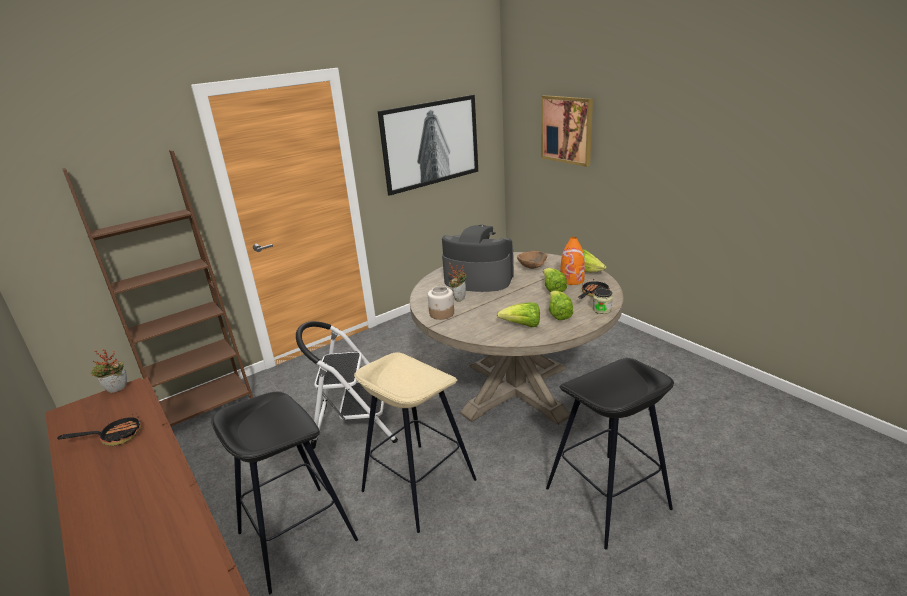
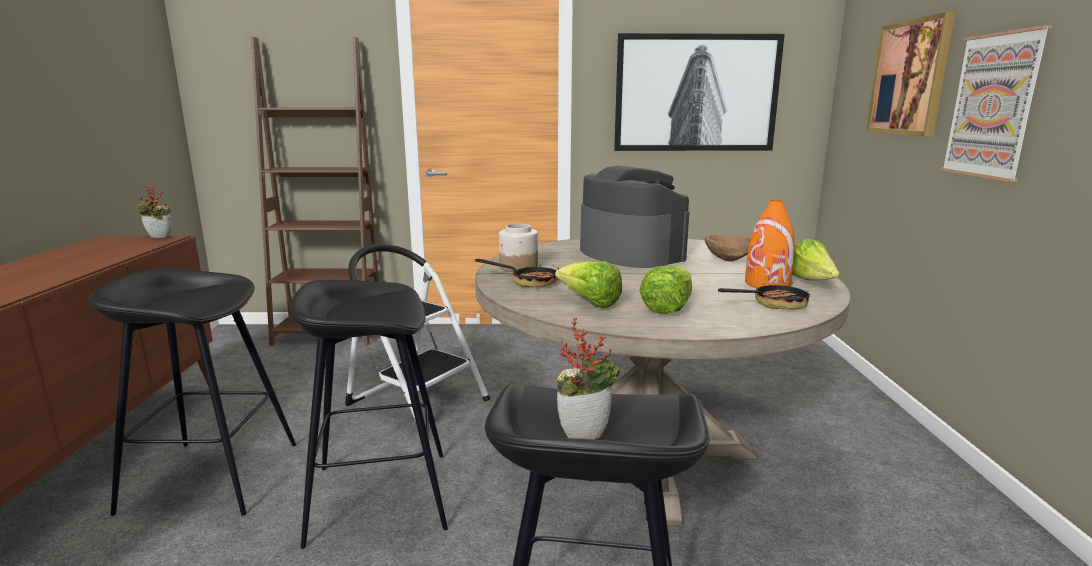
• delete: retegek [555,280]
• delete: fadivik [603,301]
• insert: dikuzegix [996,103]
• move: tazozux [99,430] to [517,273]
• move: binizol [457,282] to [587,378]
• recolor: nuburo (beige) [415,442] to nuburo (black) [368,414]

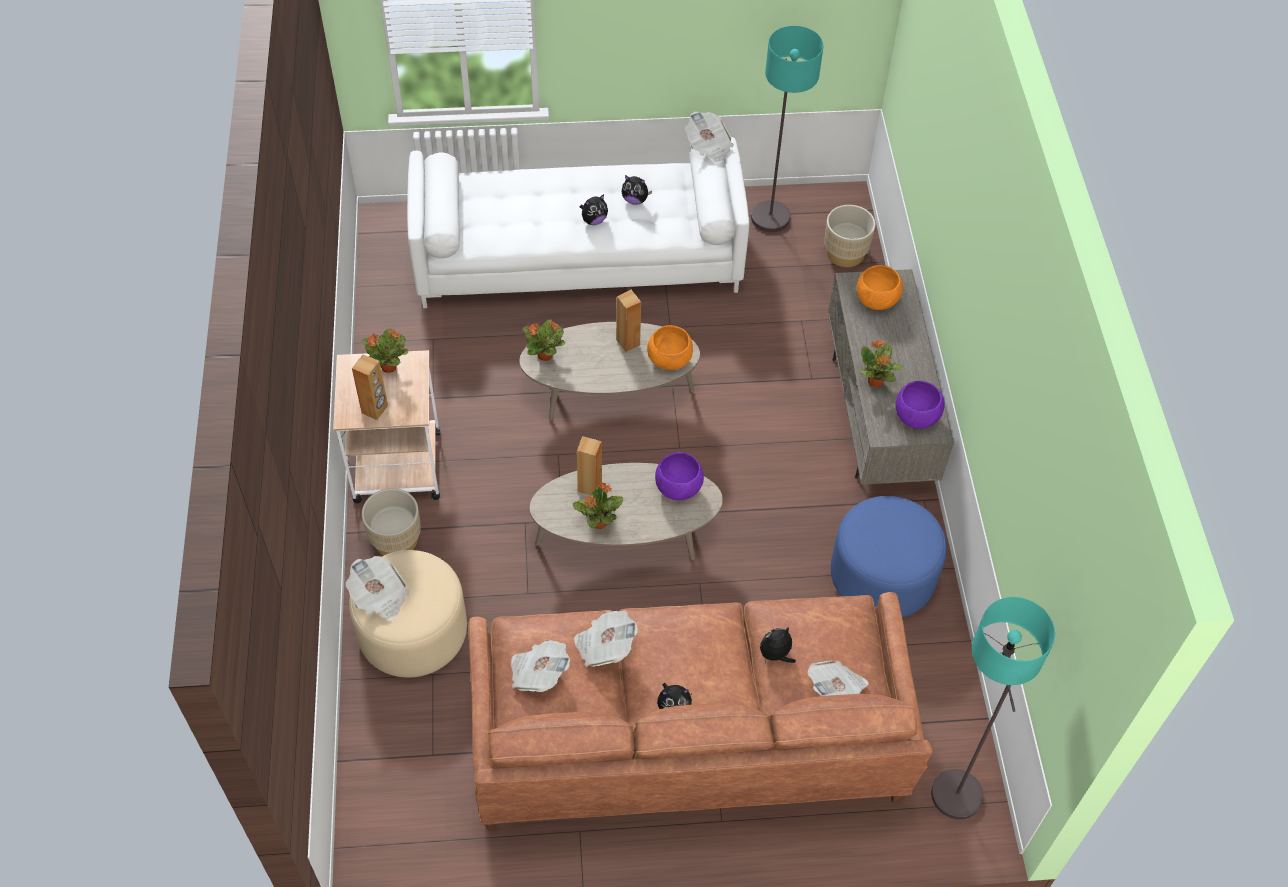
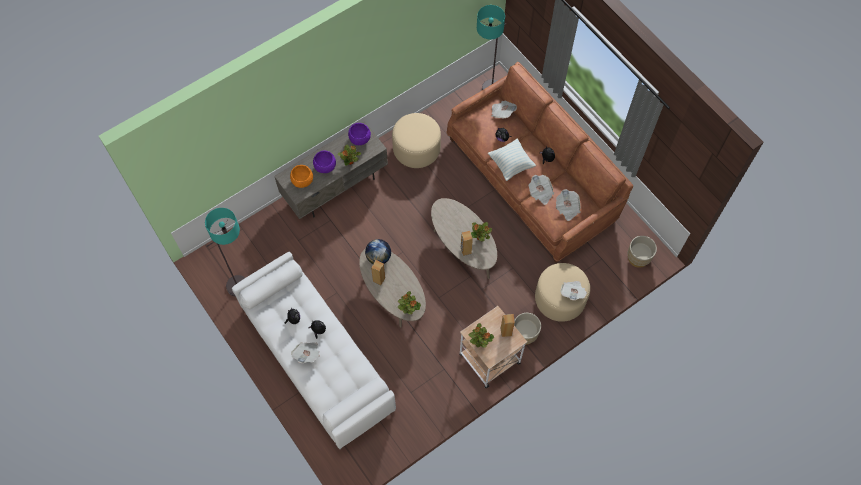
• insert: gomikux [512,159]
• move: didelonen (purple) [679,476] to [324,162]
• move: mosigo [709,137] to [305,352]
• move: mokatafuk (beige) [850,236] to [642,252]
• replace: didelonen (orange) [670,347] to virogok [378,251]
• recolor: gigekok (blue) [888,556] to gigekok (beige) [416,140]

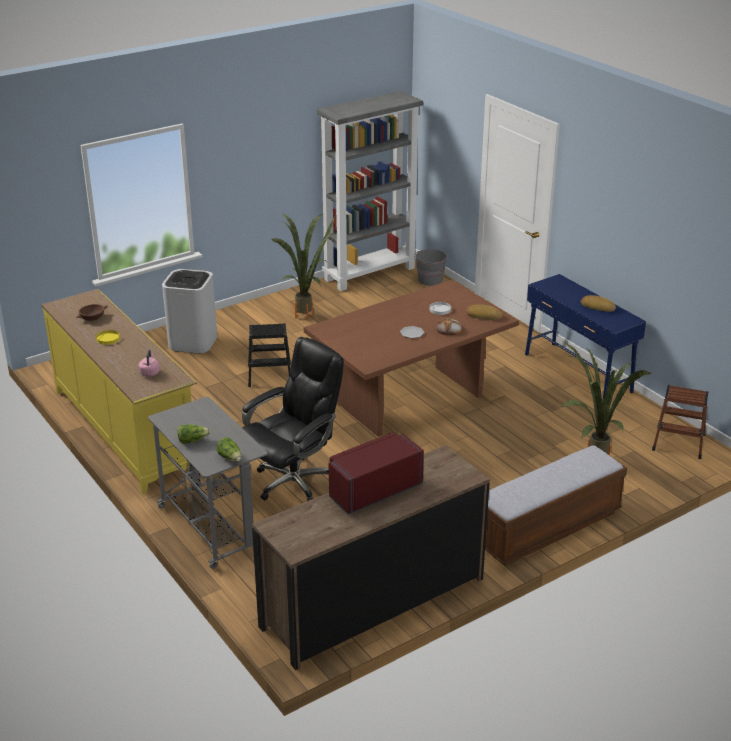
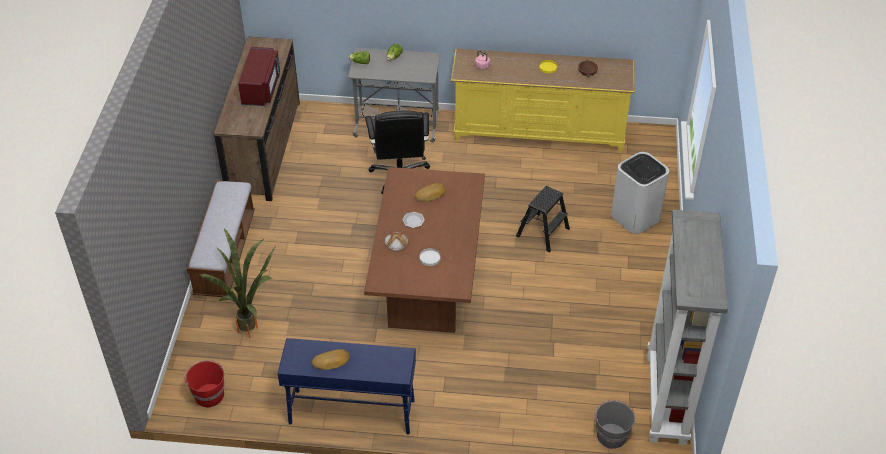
• delete: binizol [303,267]
• move: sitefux [484,312] to [430,192]
• replace: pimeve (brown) [680,422] to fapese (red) [204,384]

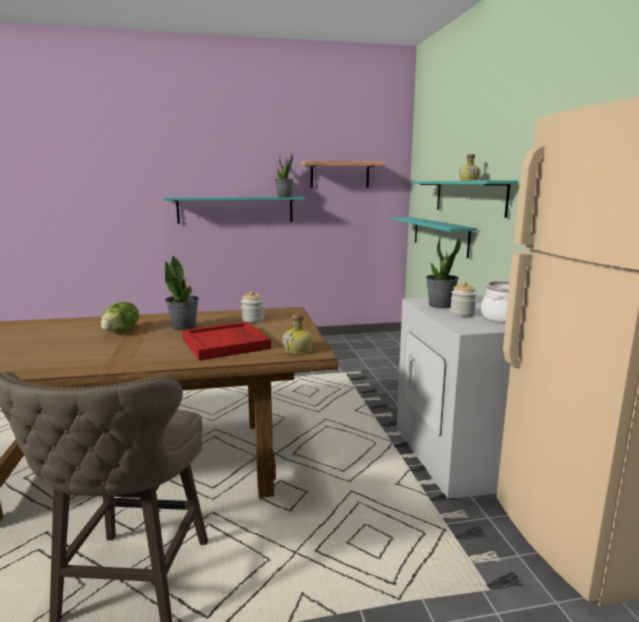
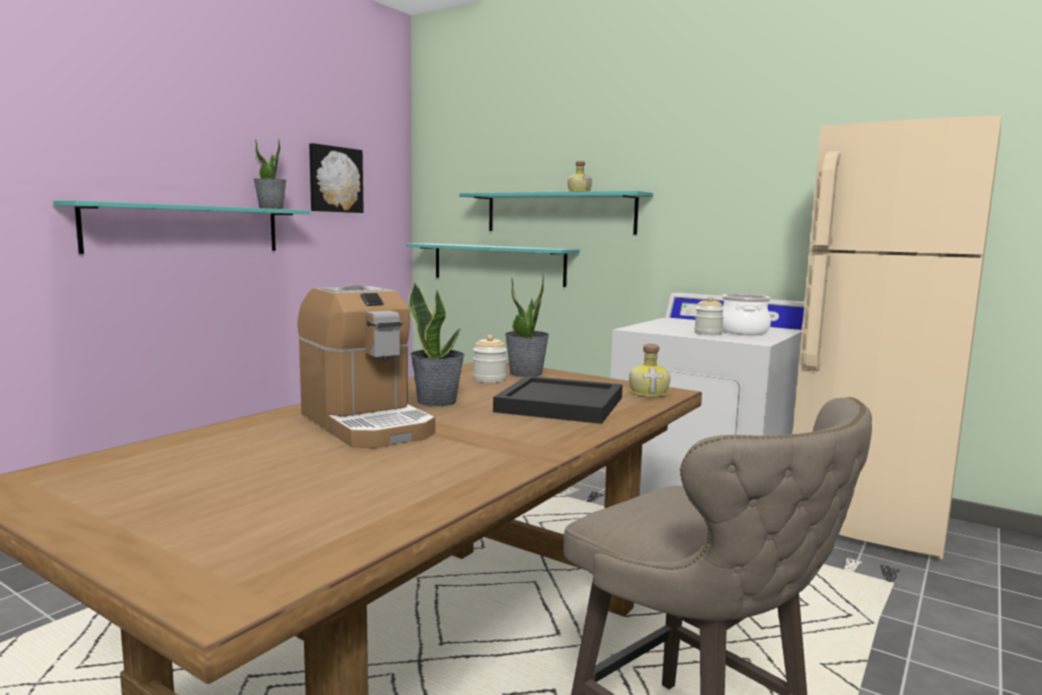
• move: binizol [443,271] to [527,325]
• replace: retegek [120,317] to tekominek [366,366]
• replace: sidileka [343,174] to dikuzegix [336,178]
• recolor: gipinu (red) [226,341] to gipinu (black) [558,400]

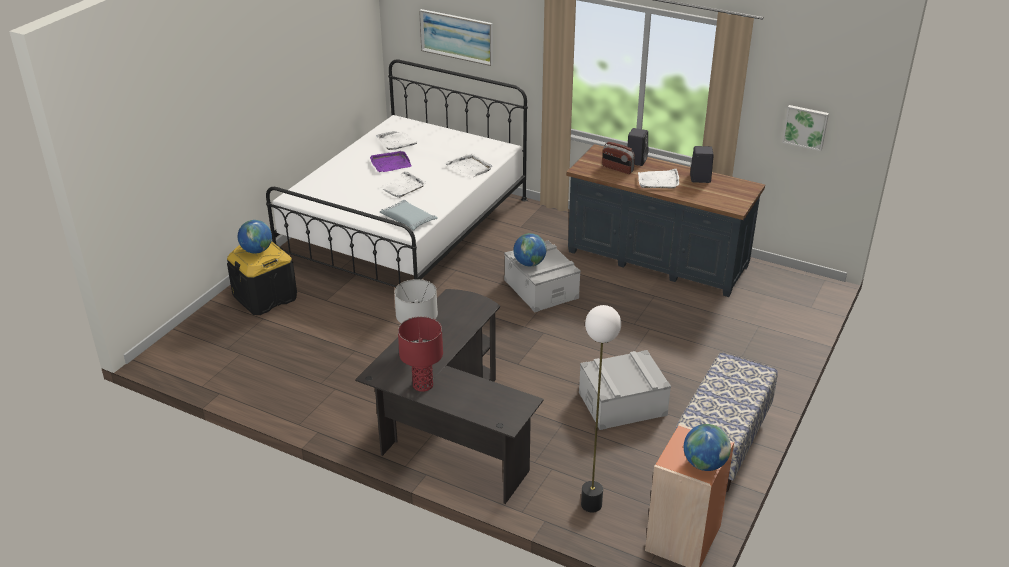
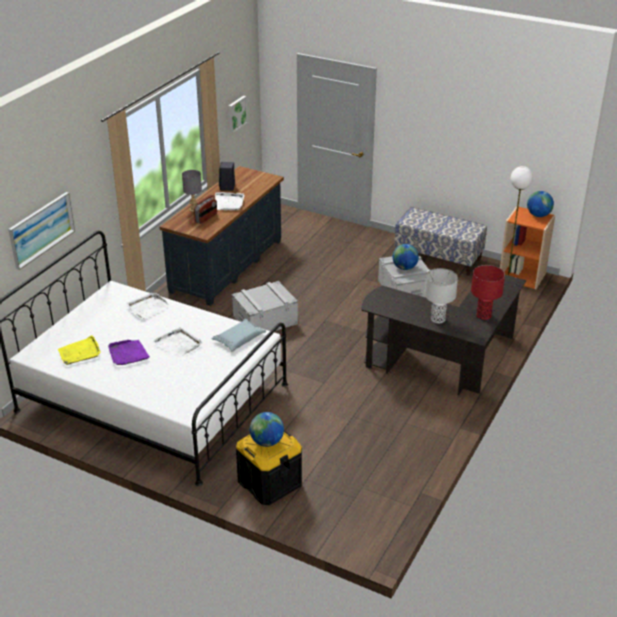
• move: virogok [530,249] to [406,257]
• replace: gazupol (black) [638,147] to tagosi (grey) [192,191]
• recolor: gipinu (white) [397,140] to gipinu (yellow) [79,350]

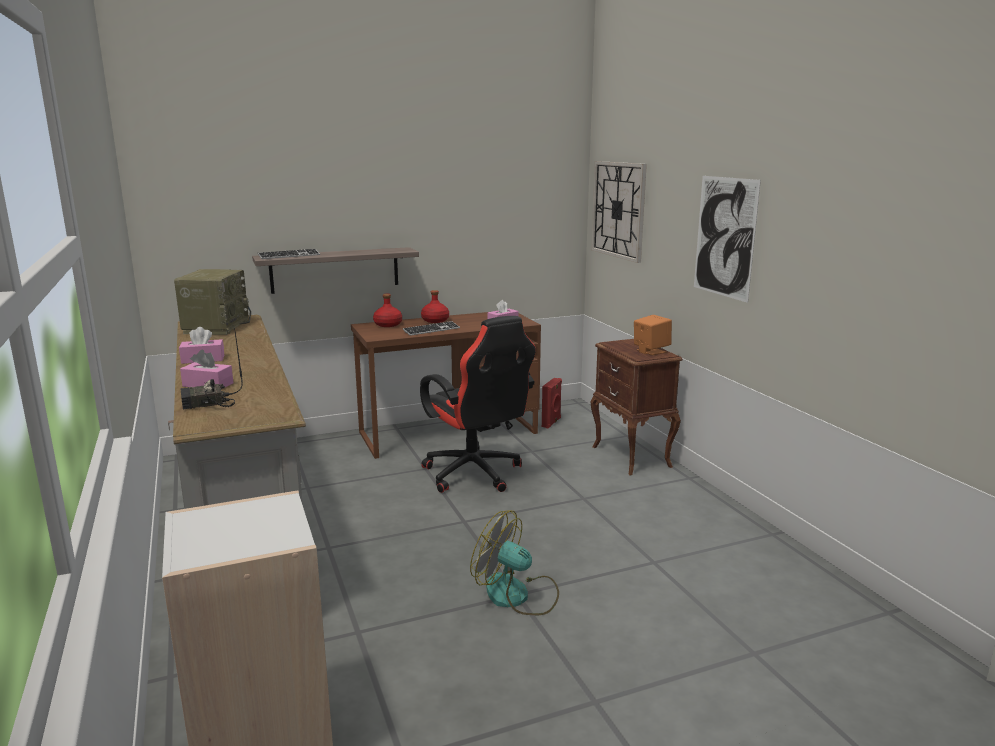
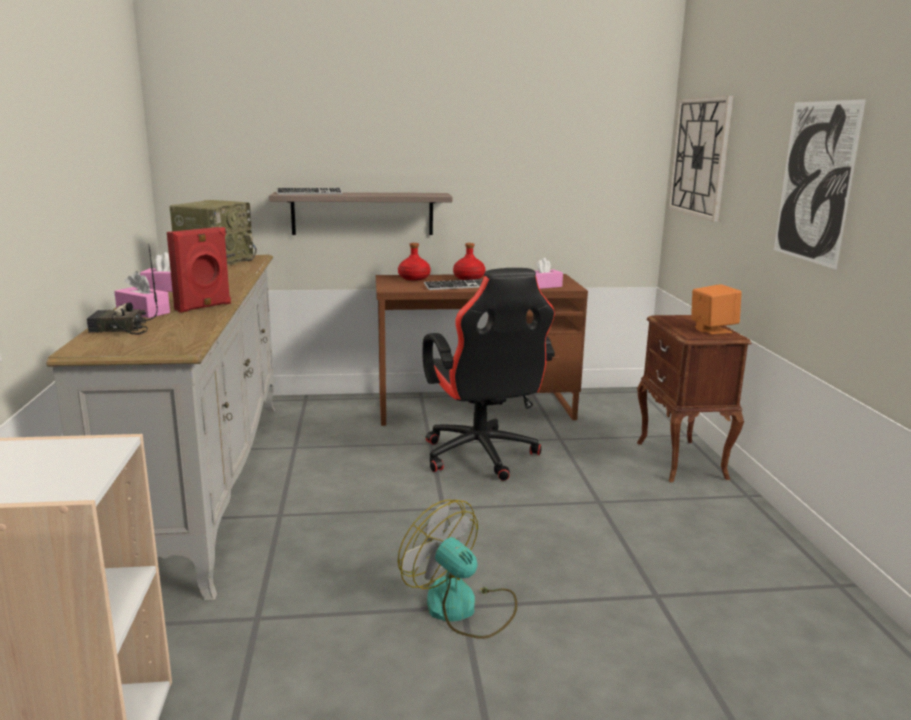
• move: gazupol (red) [552,403] to [199,270]

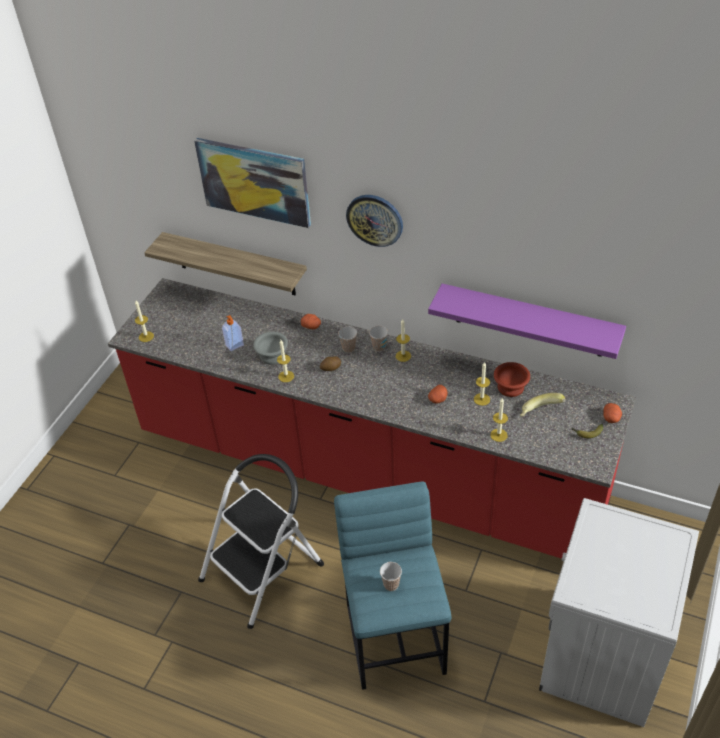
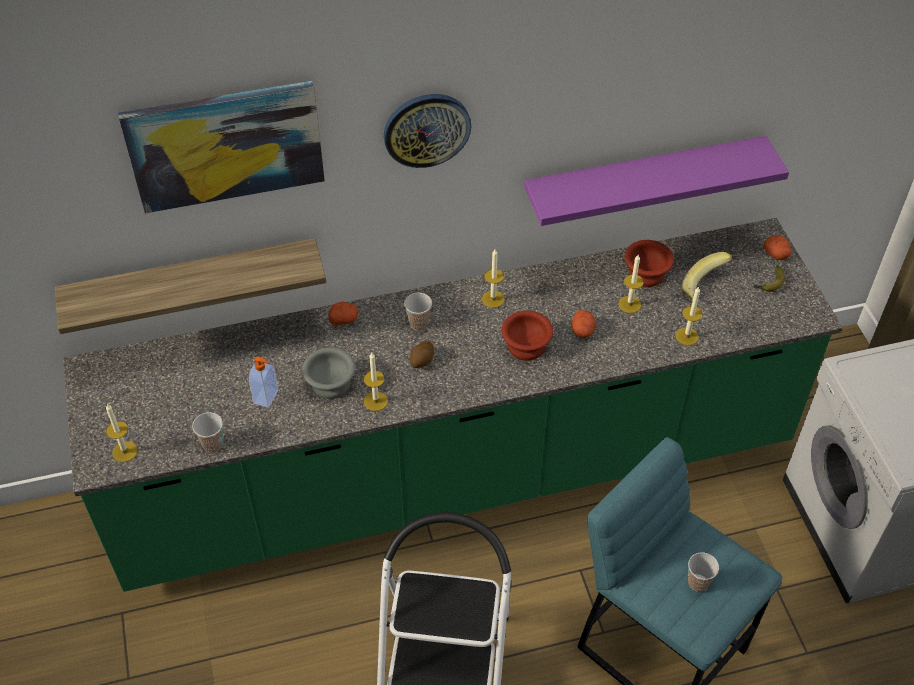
• insert: didelonen (brown) [527,336]
• move: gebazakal [378,339] to [207,432]
• recolor: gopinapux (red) [372,418] to gopinapux (green) [453,405]

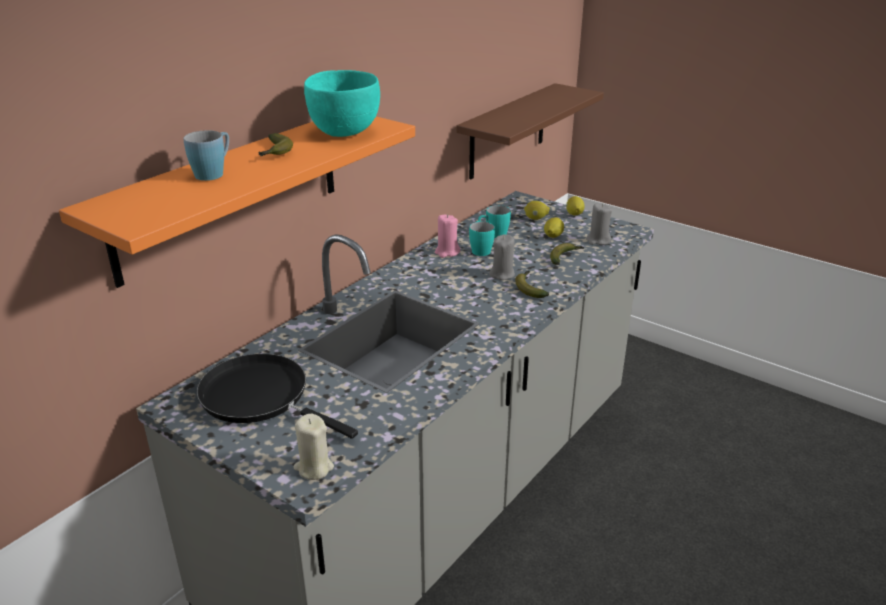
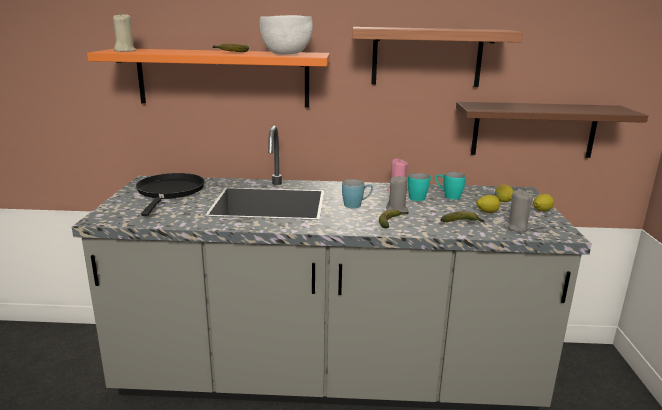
• insert: sidileka [437,57]
• move: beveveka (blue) [206,155] to [357,193]
• move: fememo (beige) [314,447] to [124,32]
• recolor: didelonen (turquoise) [342,103] to didelonen (white) [286,34]

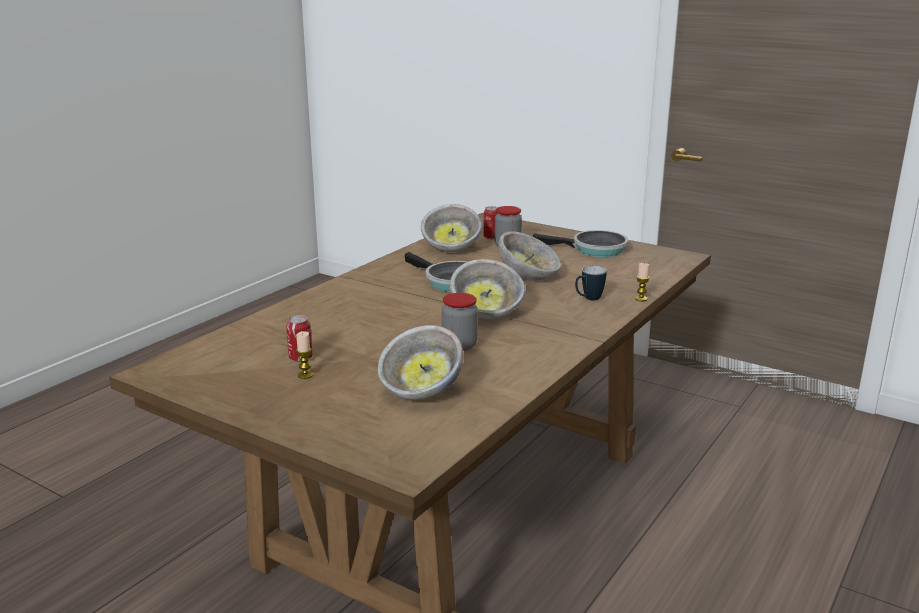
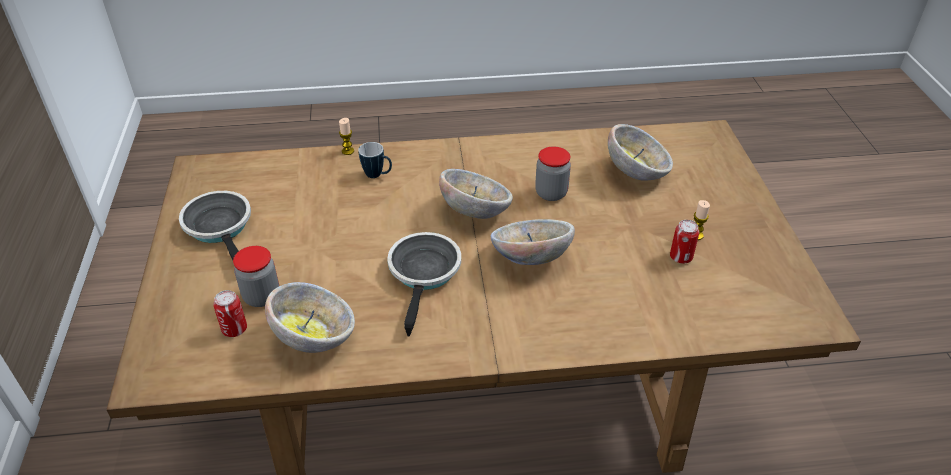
• move: didelonen [529,256] to [532,242]

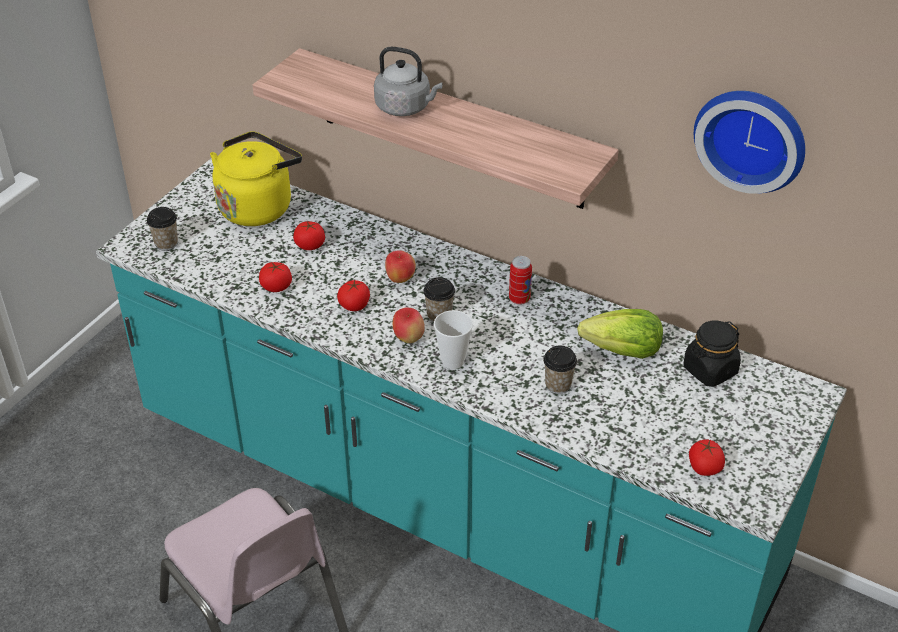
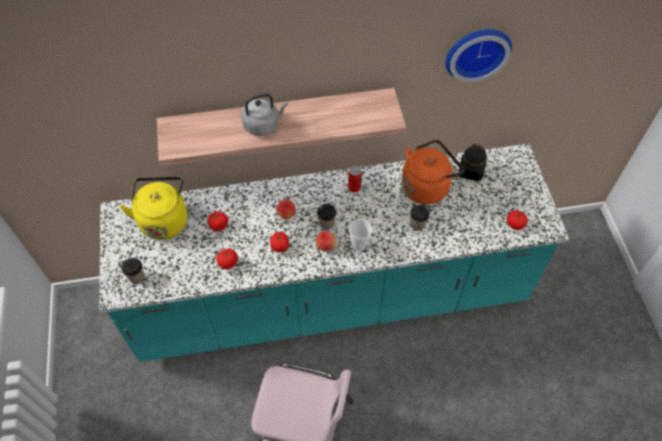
• replace: retegek [620,334] to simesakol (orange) [432,171]

